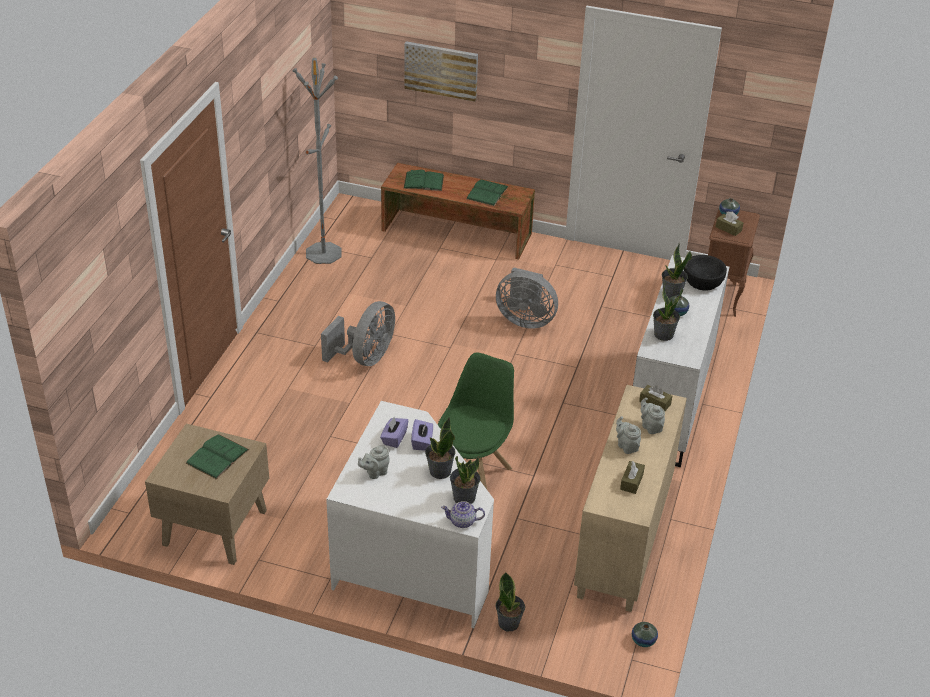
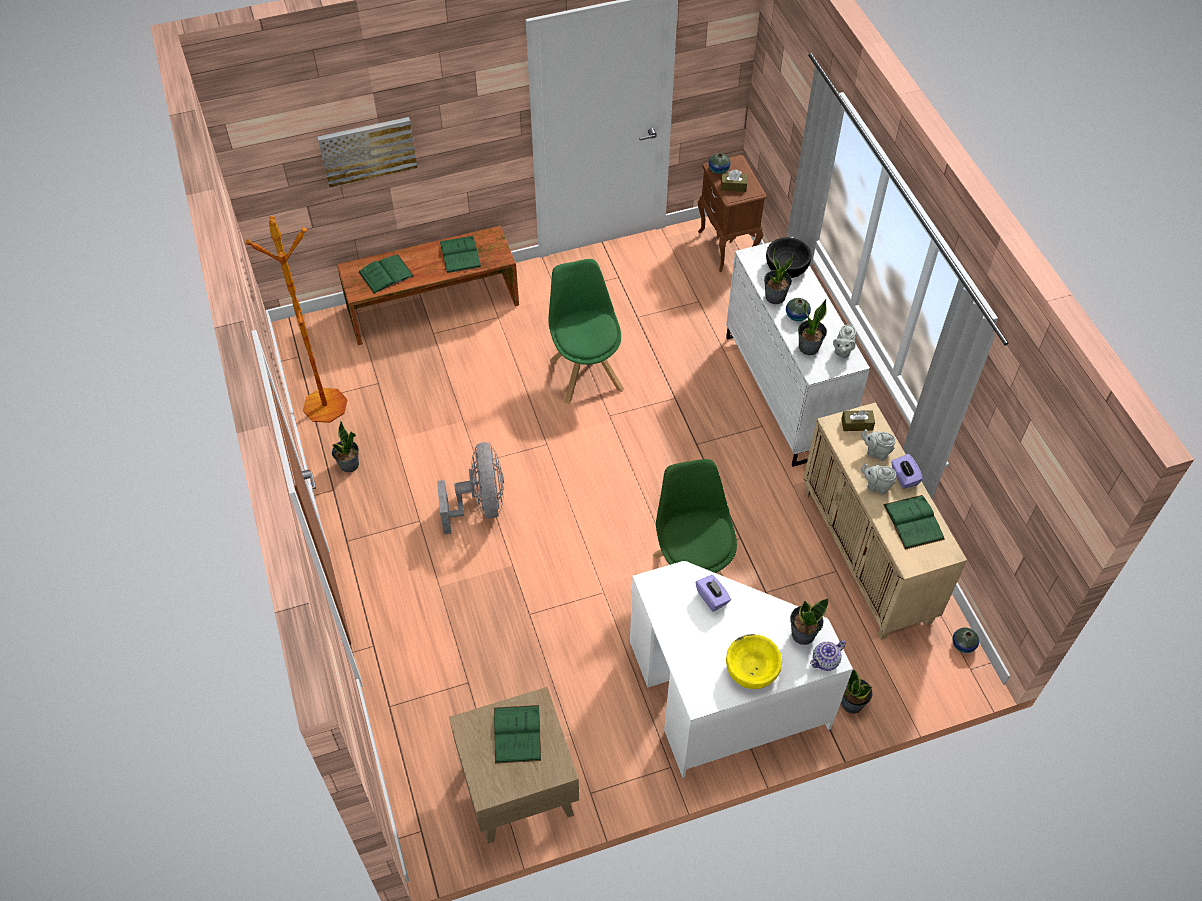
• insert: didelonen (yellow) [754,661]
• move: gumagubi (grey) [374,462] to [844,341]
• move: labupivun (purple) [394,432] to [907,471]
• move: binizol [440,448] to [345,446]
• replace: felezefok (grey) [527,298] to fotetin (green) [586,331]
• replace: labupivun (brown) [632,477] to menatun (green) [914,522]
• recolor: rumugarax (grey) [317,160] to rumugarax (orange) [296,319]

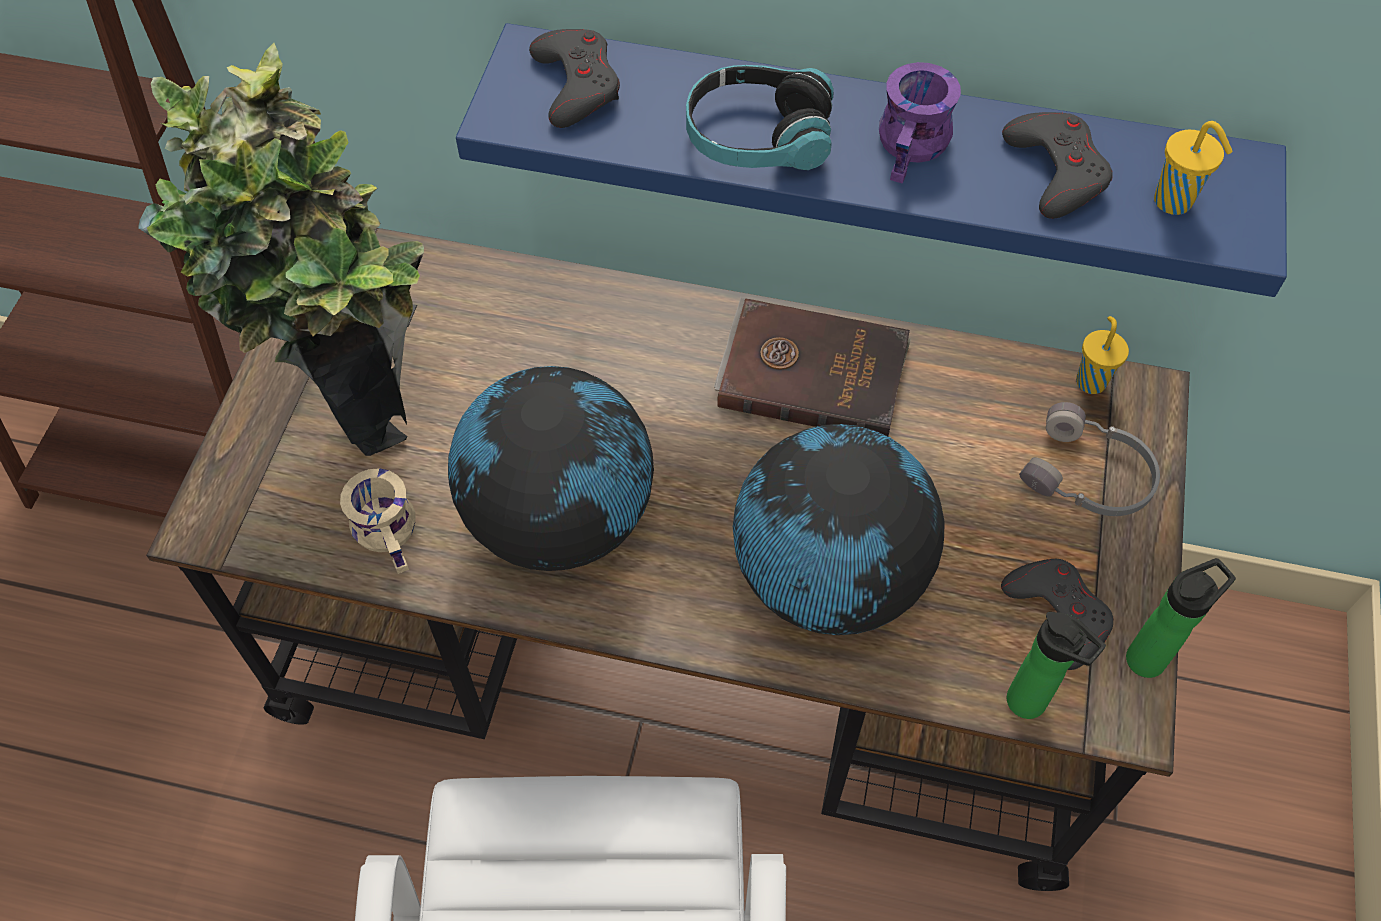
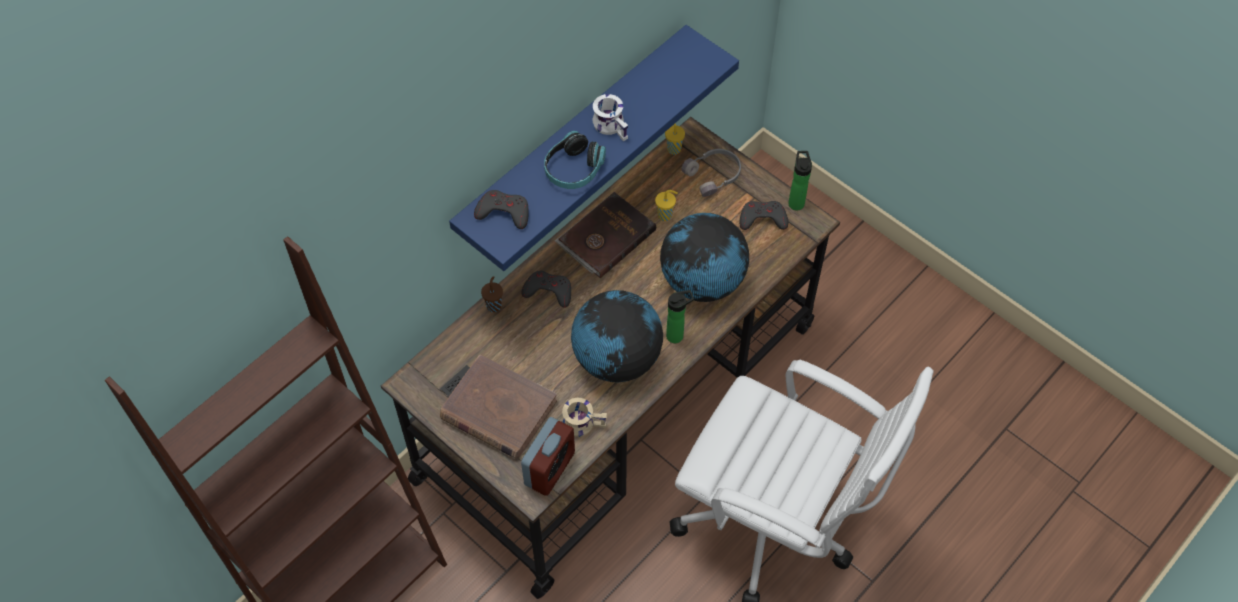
• insert: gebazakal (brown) [492,294]
• insert: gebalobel [548,456]
• move: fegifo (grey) [1057,165] to [546,289]
• move: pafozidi [1056,665] to [680,316]
• move: gebazakal (yellow) [1193,168] to [666,205]
• replace: binizol [281,249] to menatun (brown) [498,407]
• recolor: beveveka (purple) [920,123] to beveveka (white) [610,117]

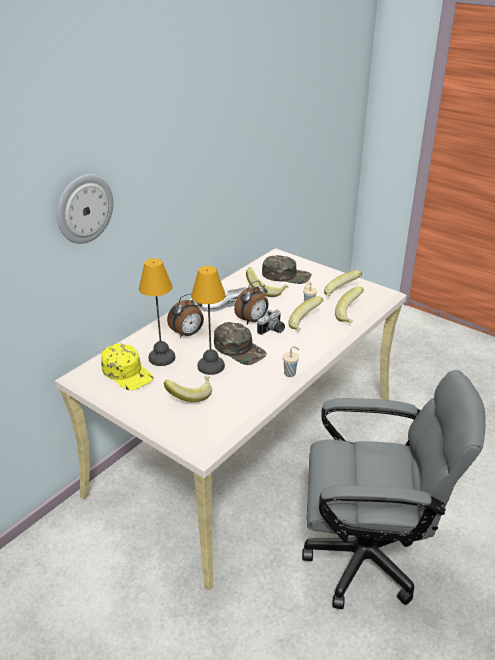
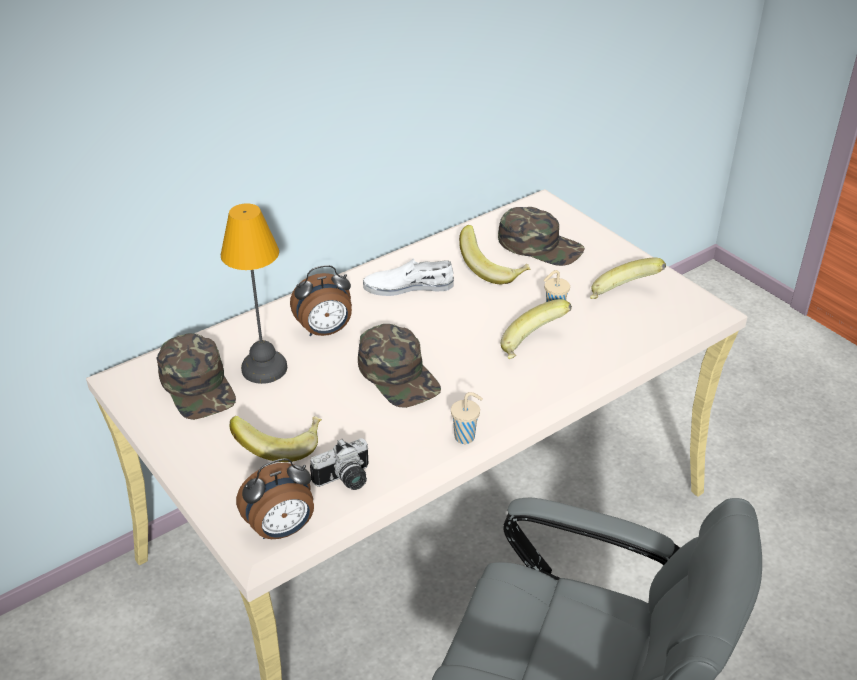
• delete: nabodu [85,209]
• delete: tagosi [208,320]
• delete: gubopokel [349,305]
• move: gebalobel [251,302] to [275,498]
• move: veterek [271,322] to [339,464]
• recolor: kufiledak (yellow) [127,366] to kufiledak (green) [196,376]

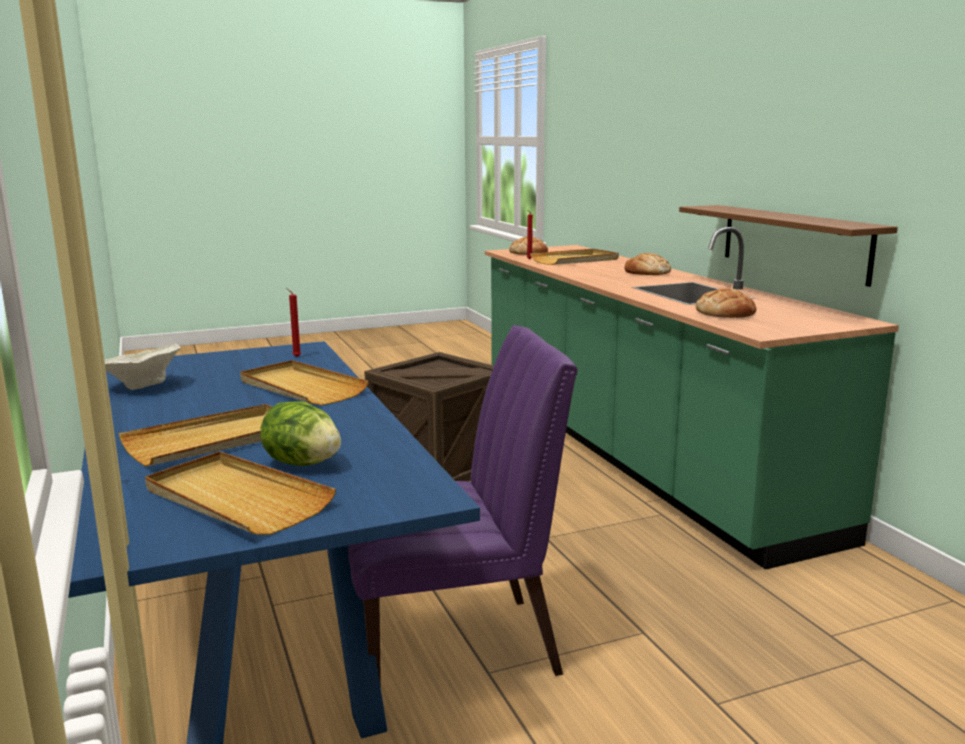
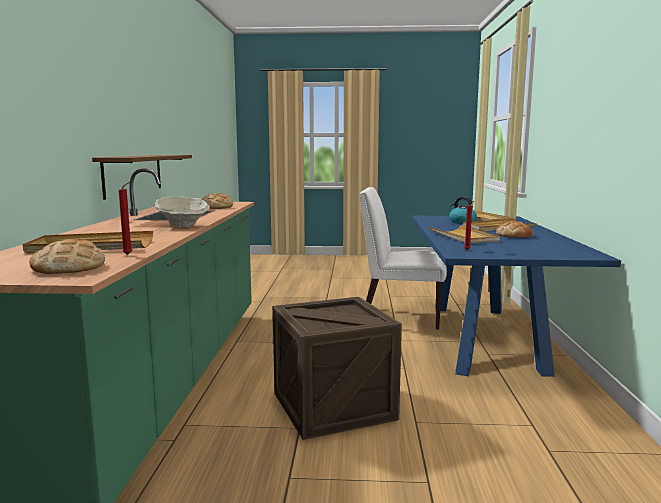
• move: didelonen (beige) [142,367] to [182,211]
• move: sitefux [648,264] to [514,229]
• replace: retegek [300,433] to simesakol [463,210]
• recolor: fotetin (purple) [463,506] to fotetin (white) [403,258]

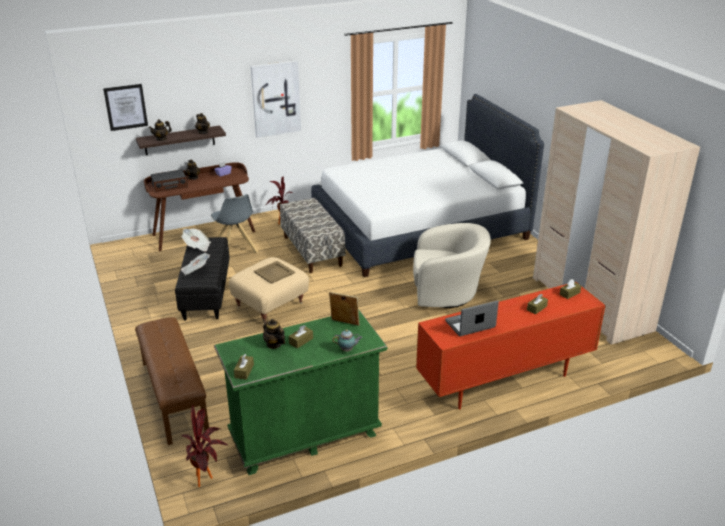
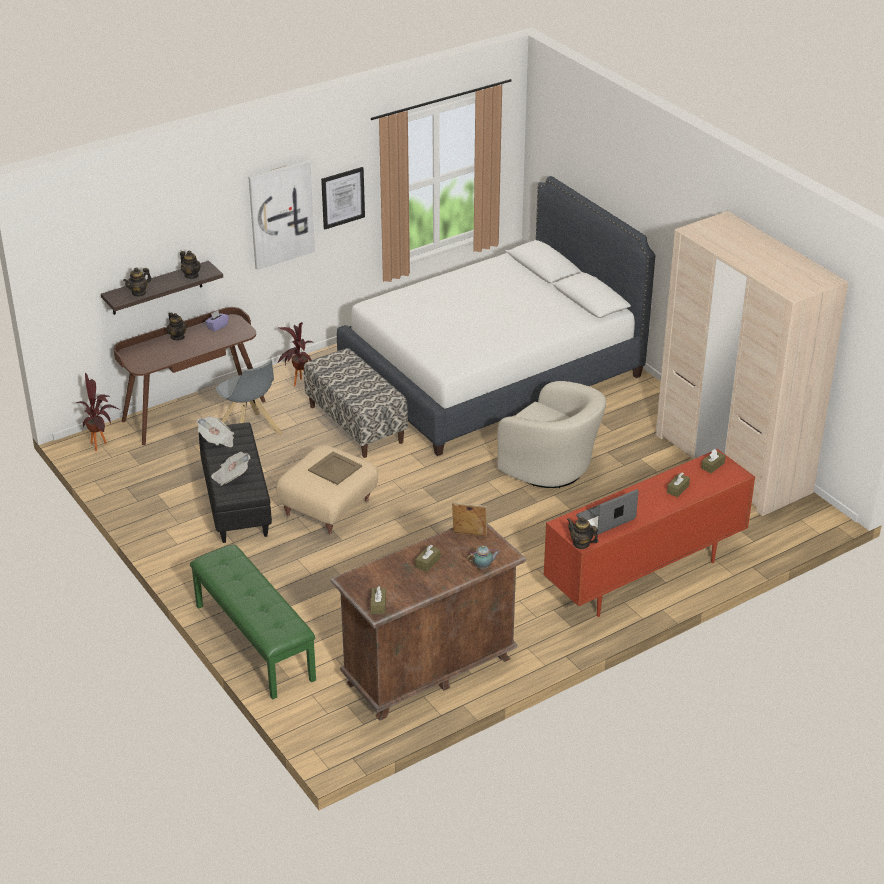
• delete: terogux [169,181]
• move: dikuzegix [125,107] to [343,198]
• move: binizol [205,446] to [98,411]
• move: gumagubi [273,334] to [582,533]
• recolor: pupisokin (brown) [172,381] to pupisokin (green) [253,622]
• recolor: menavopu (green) [300,392] to menavopu (brown) [428,622]
• rotate: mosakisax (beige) [452,266] = [551,434] 45 degrees clockwise

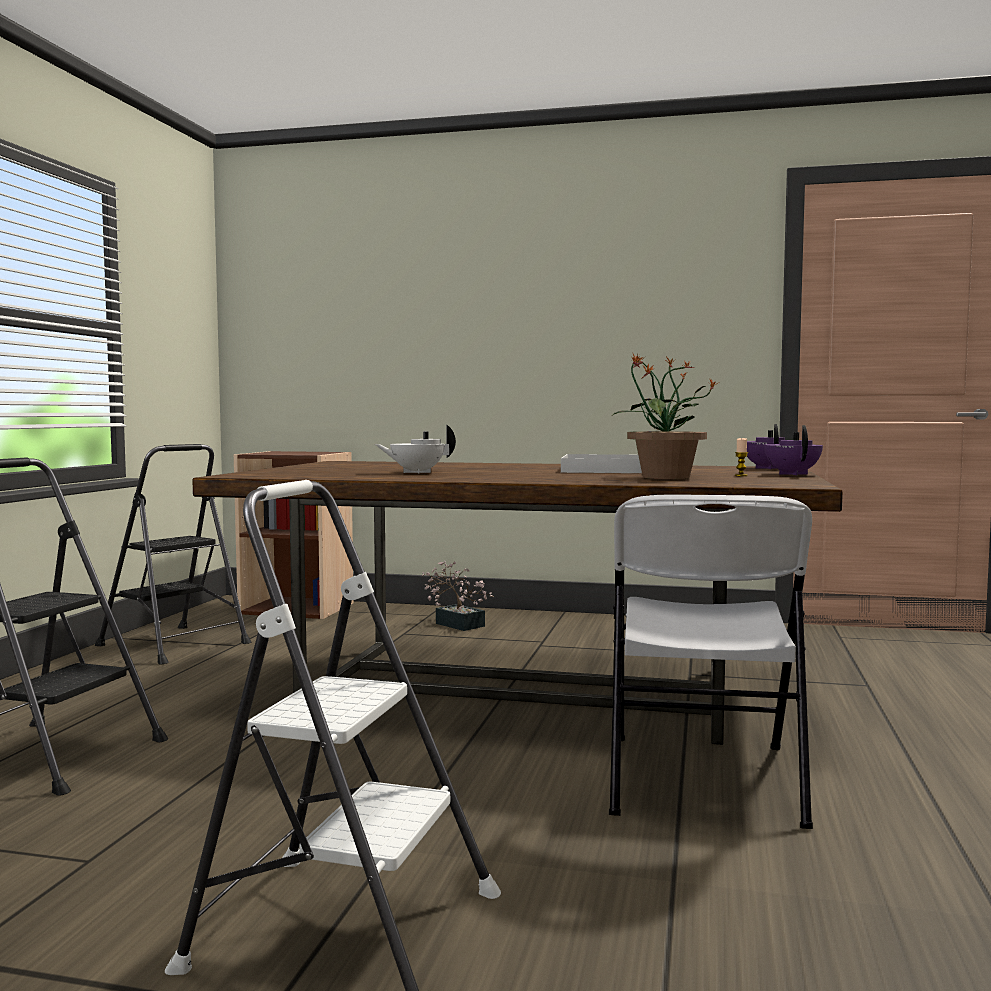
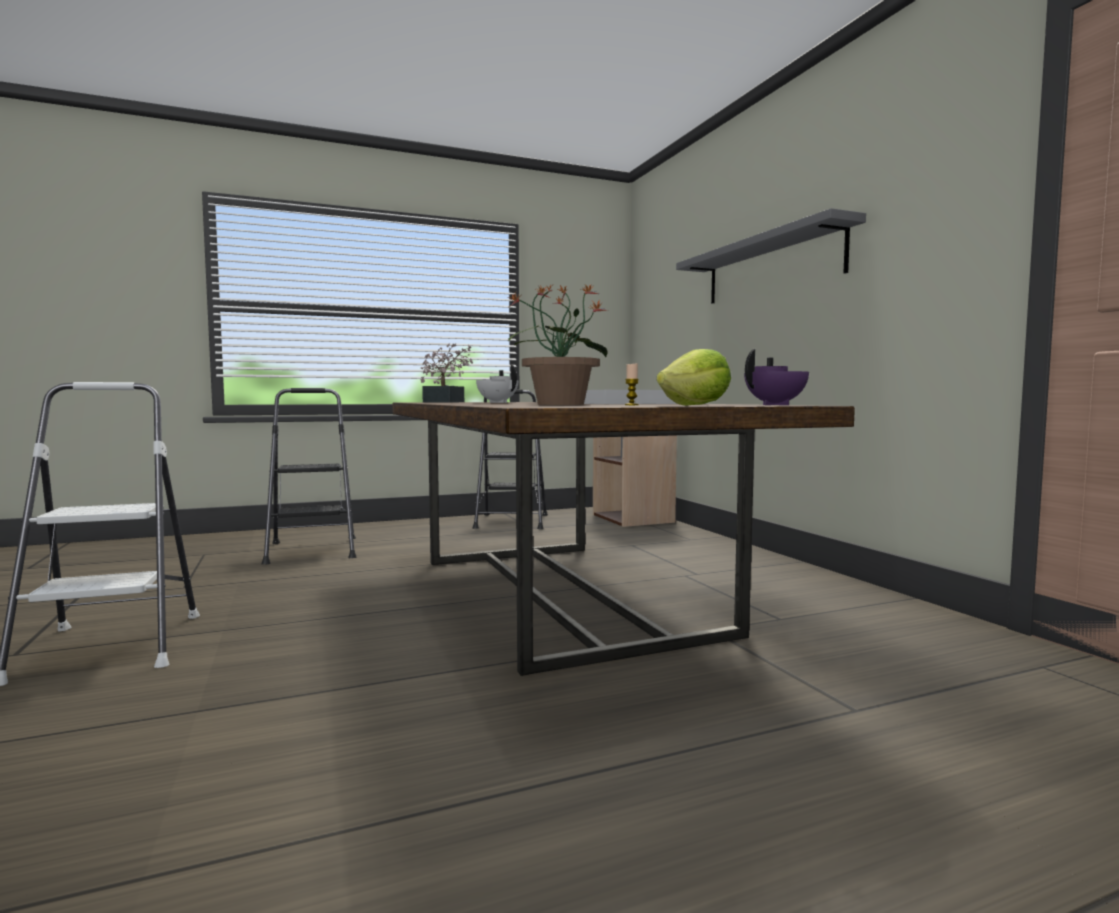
• delete: fotetin (white) [711,662]
• insert: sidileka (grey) [771,256]
• move: binizol [458,596] to [446,373]
• replace: gumagubi (purple) [793,450] to retegek [694,377]

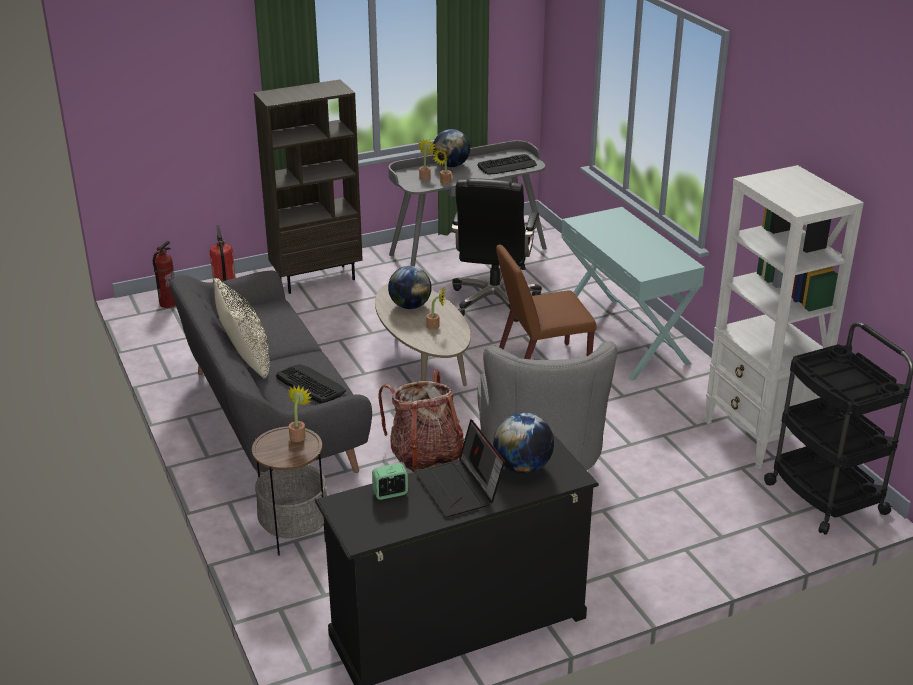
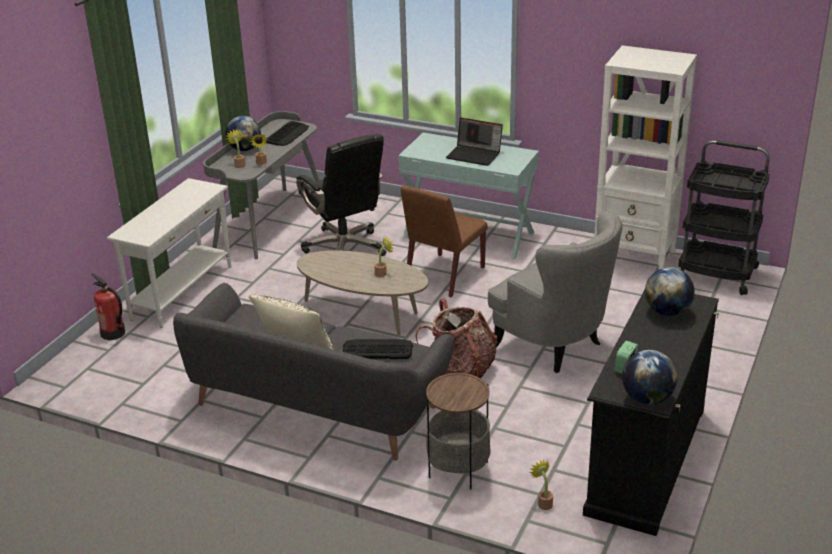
• delete: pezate [164,274]
• move: binizol [299,414] to [541,484]
• move: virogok [410,287] to [650,377]
• move: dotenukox [460,468] to [474,142]
• replace: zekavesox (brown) [308,187] to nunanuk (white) [169,253]

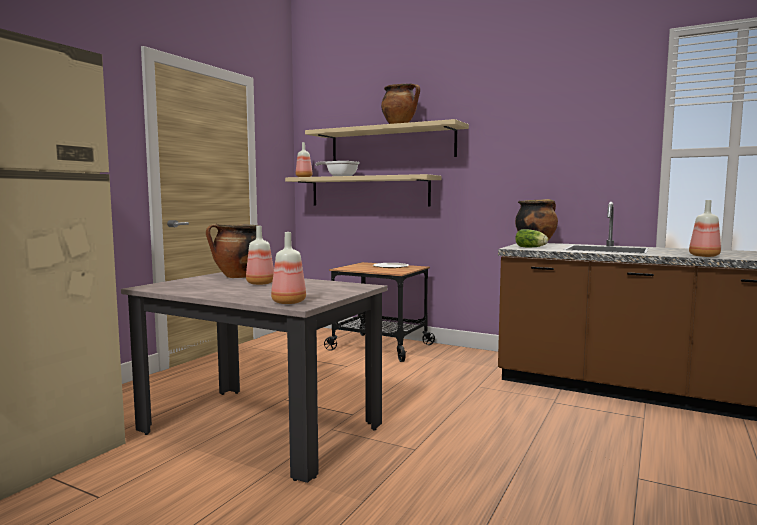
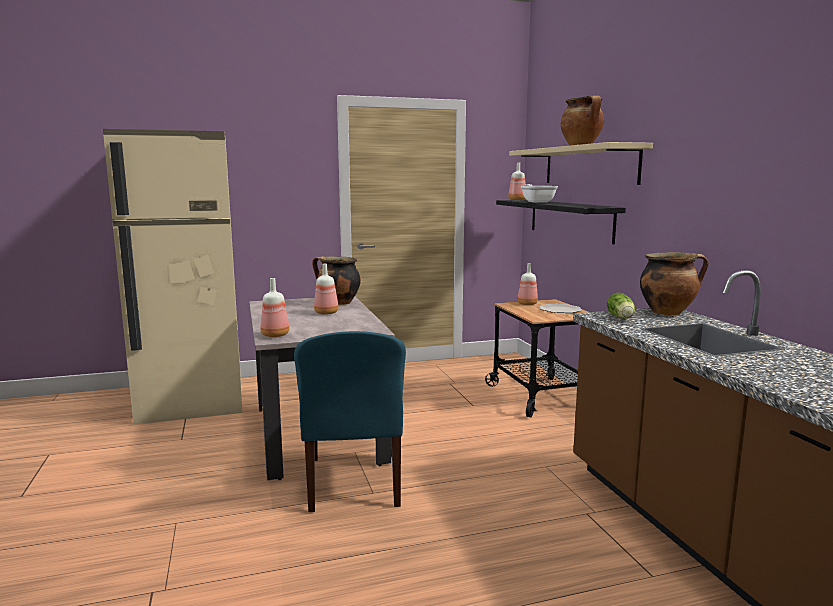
• insert: fotetin (blue) [350,421]
• move: pafozidi [705,228] to [527,284]
• recolor: sidileka (beige) [363,190] to sidileka (black) [561,222]

